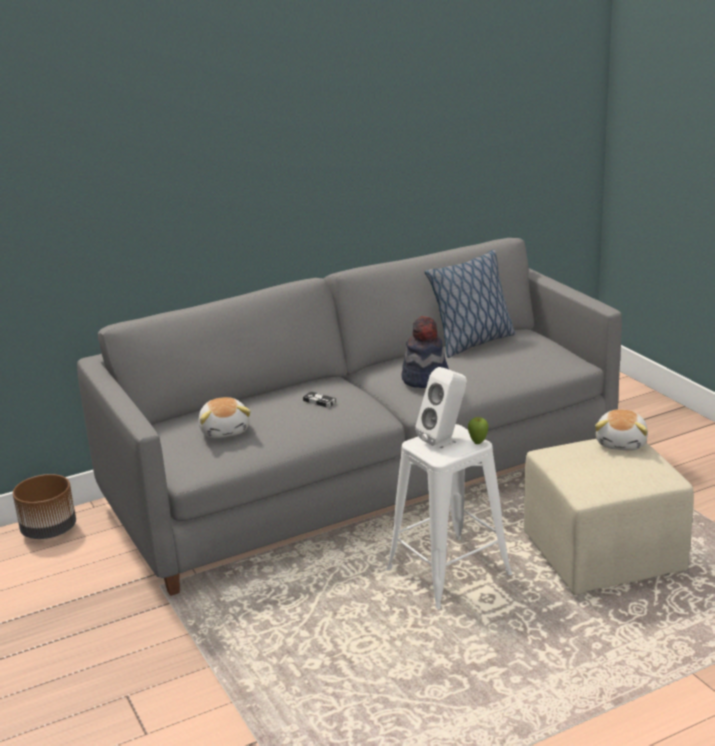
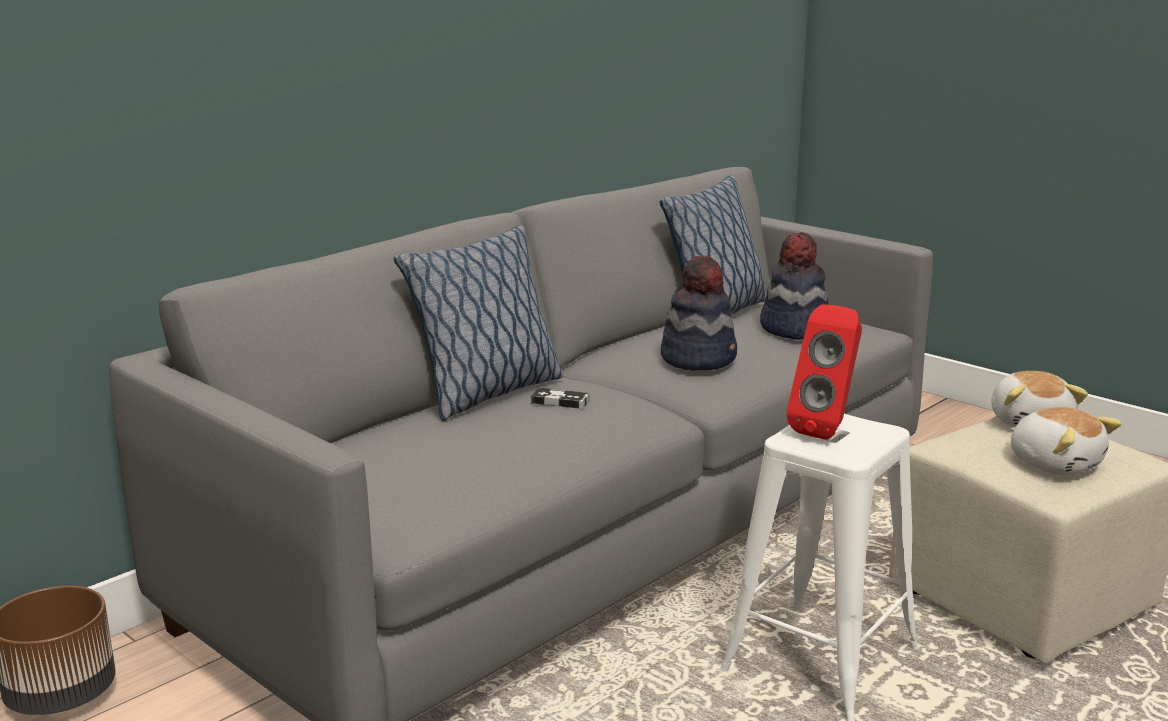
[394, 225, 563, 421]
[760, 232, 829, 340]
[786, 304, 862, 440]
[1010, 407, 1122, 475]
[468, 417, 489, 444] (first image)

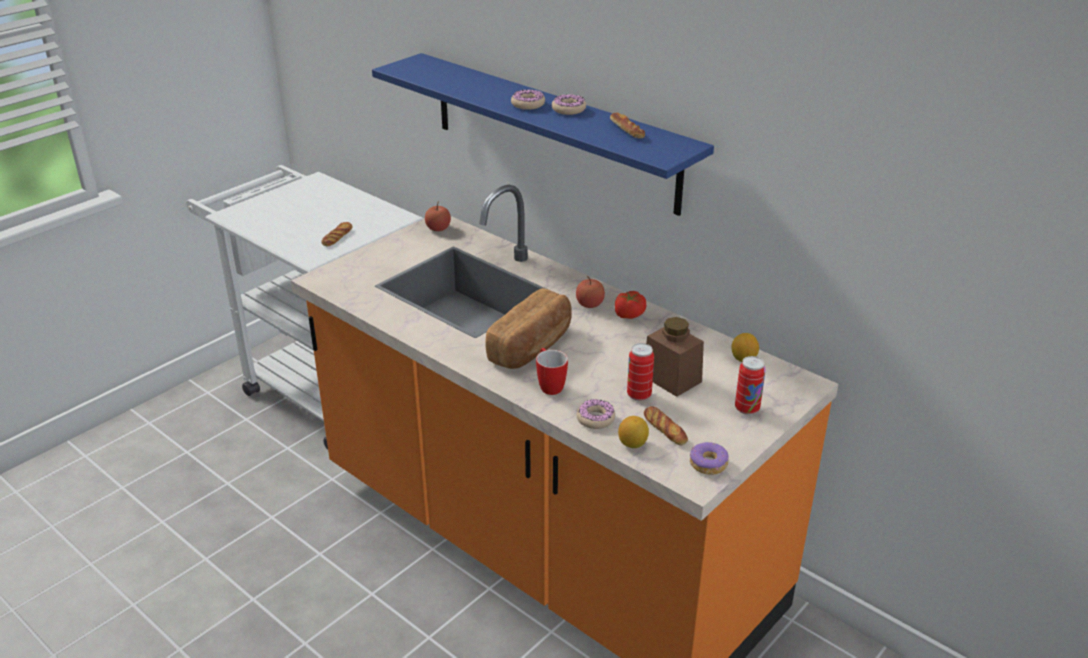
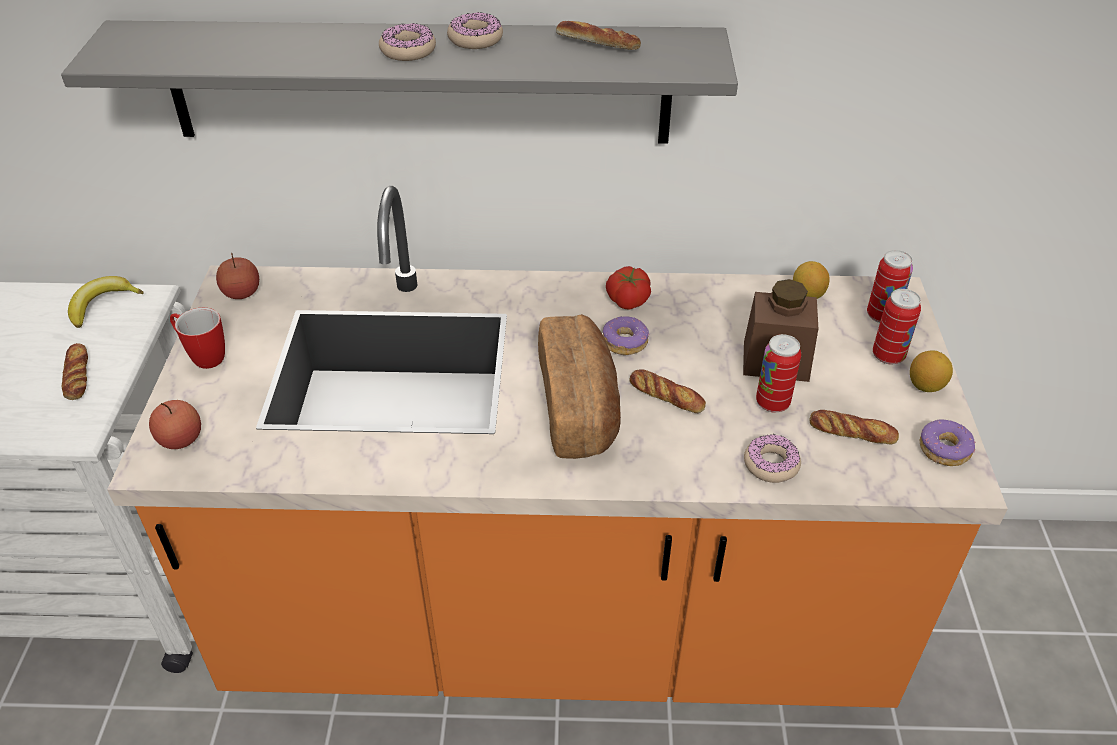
[61, 20, 738, 144]
[68, 276, 144, 328]
[149, 400, 201, 449]
[170, 308, 225, 369]
[603, 316, 649, 355]
[629, 369, 706, 413]
[867, 250, 913, 323]
[910, 350, 953, 392]

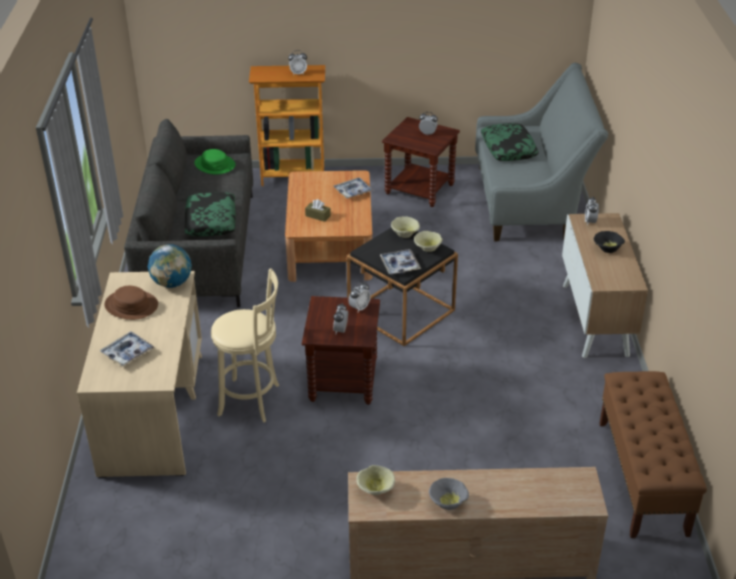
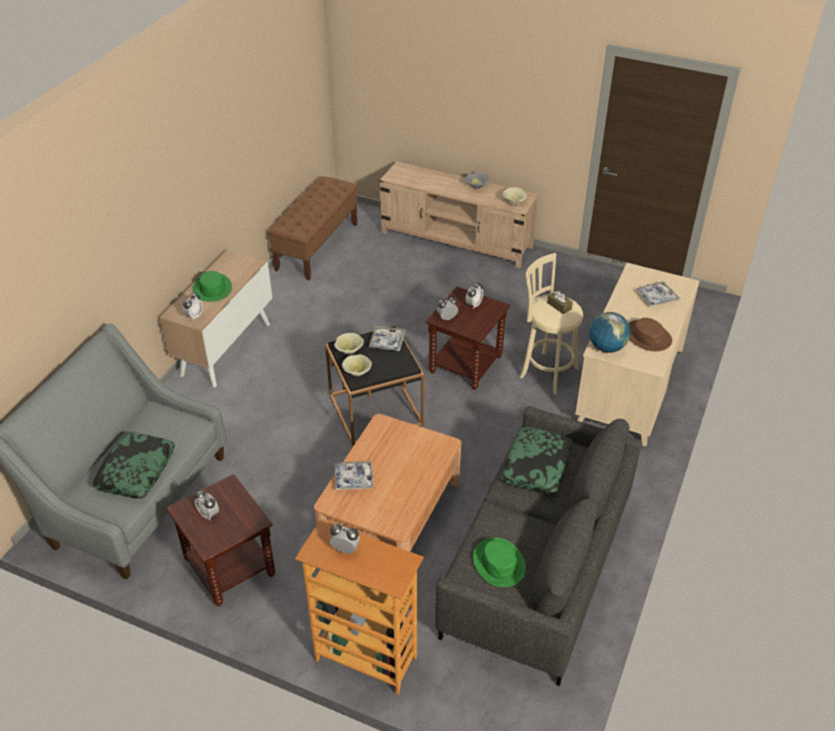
[193, 271, 232, 302]
[547, 291, 573, 314]

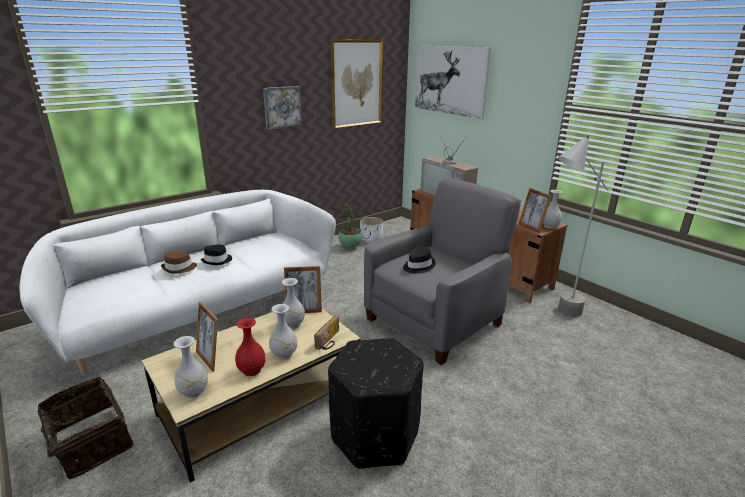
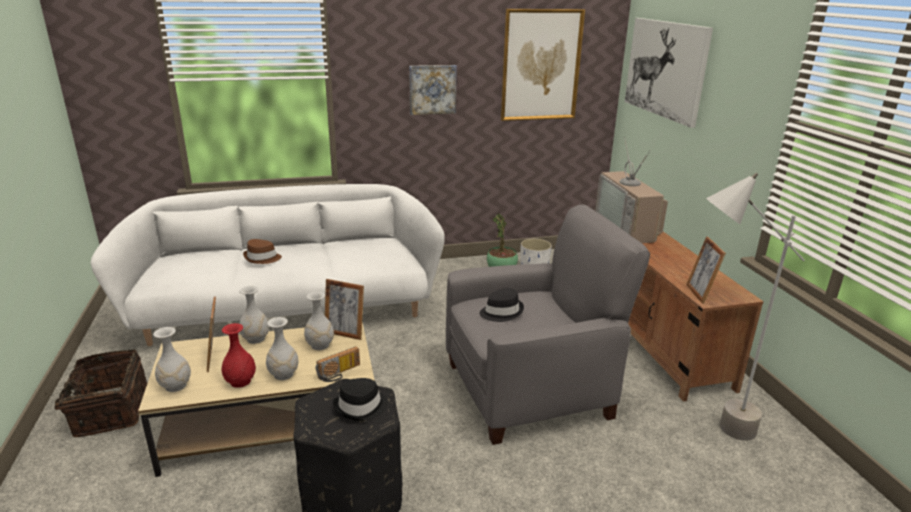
[239, 286, 269, 344]
[333, 378, 388, 421]

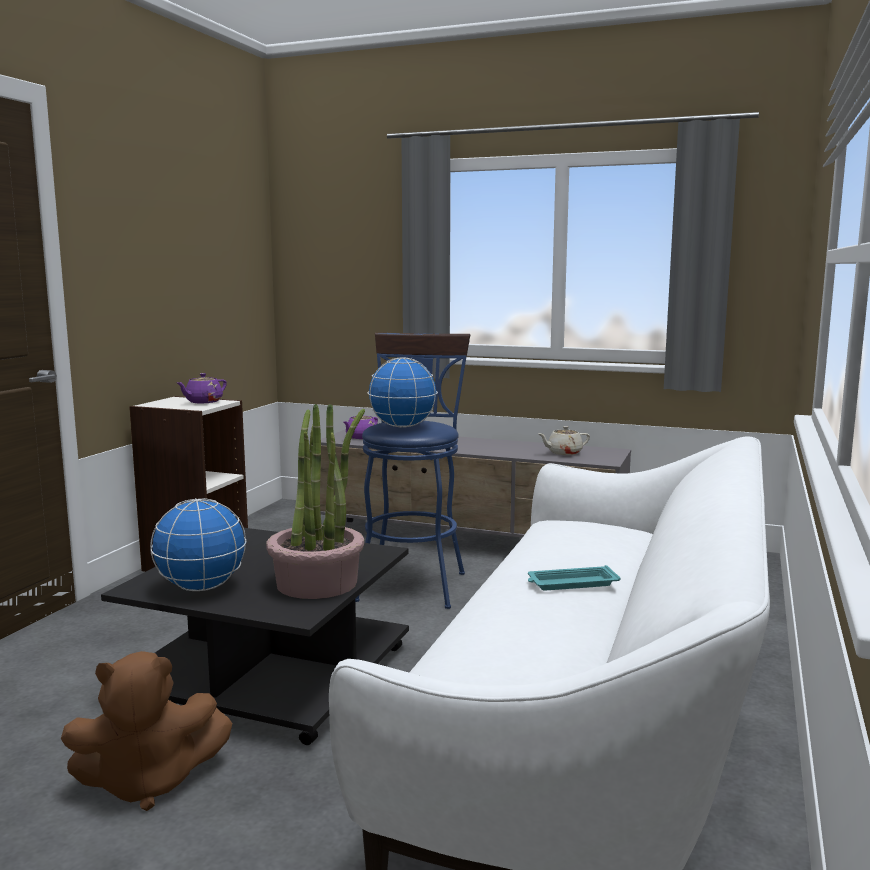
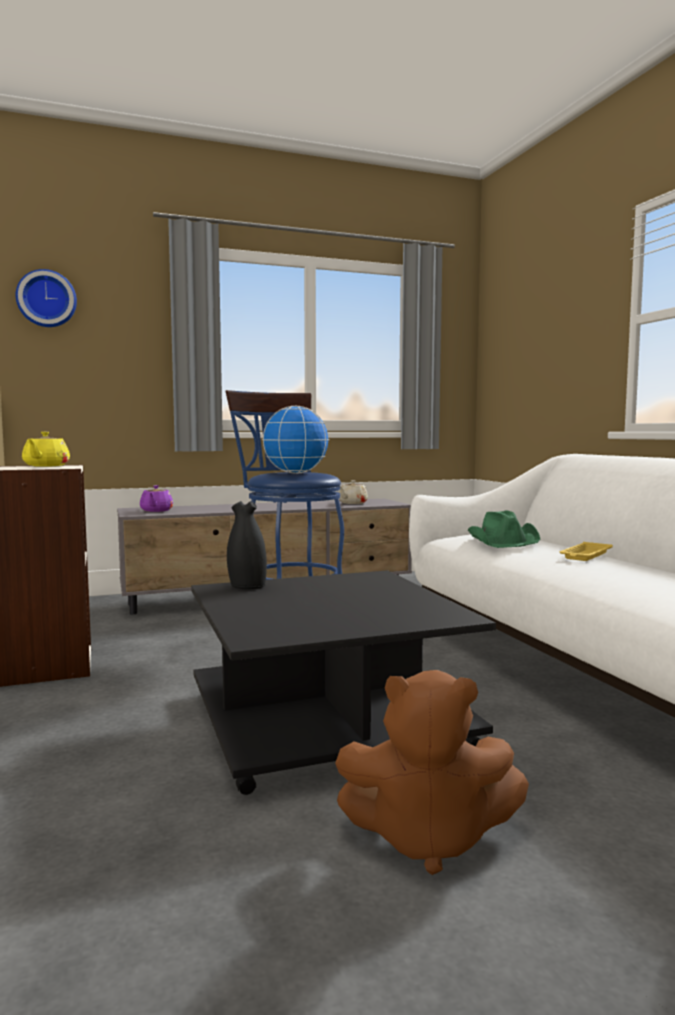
[16, 269, 77, 327]
[22, 431, 70, 467]
[227, 501, 267, 589]
[335, 670, 529, 875]
[468, 510, 540, 548]
[559, 542, 613, 561]
[150, 498, 246, 591] (first image)
[266, 404, 365, 599] (first image)

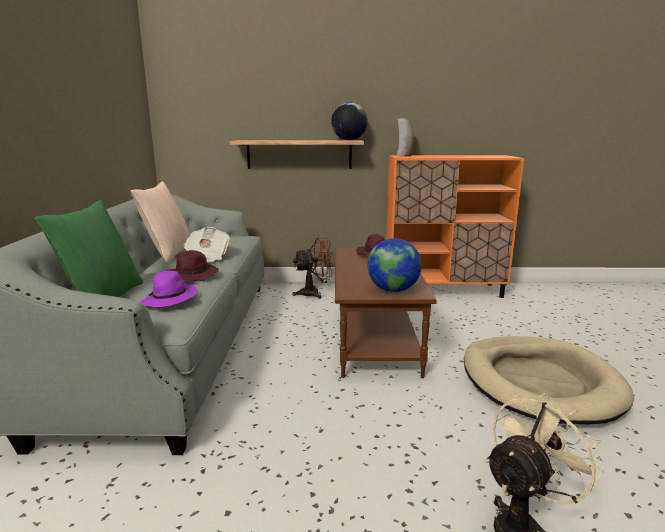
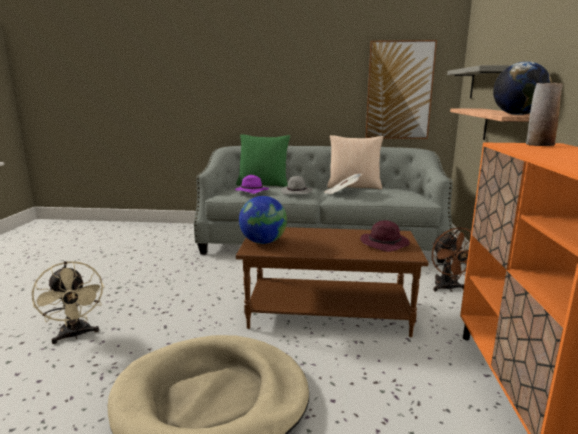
[281, 176, 313, 195]
[365, 40, 437, 139]
[447, 65, 509, 99]

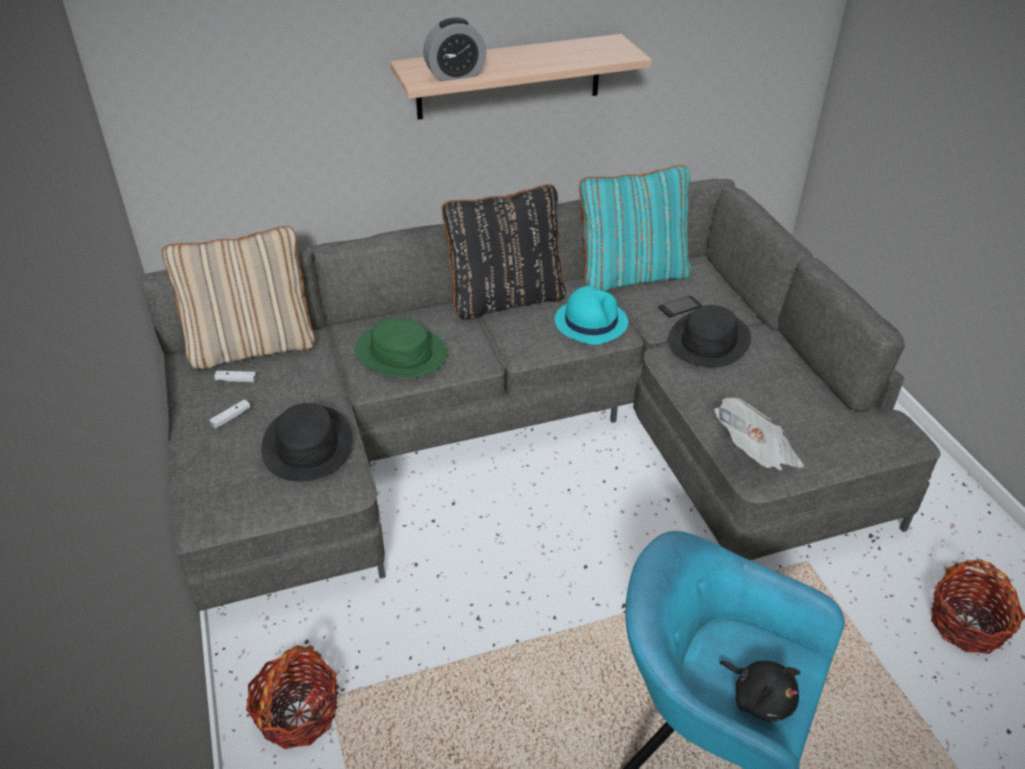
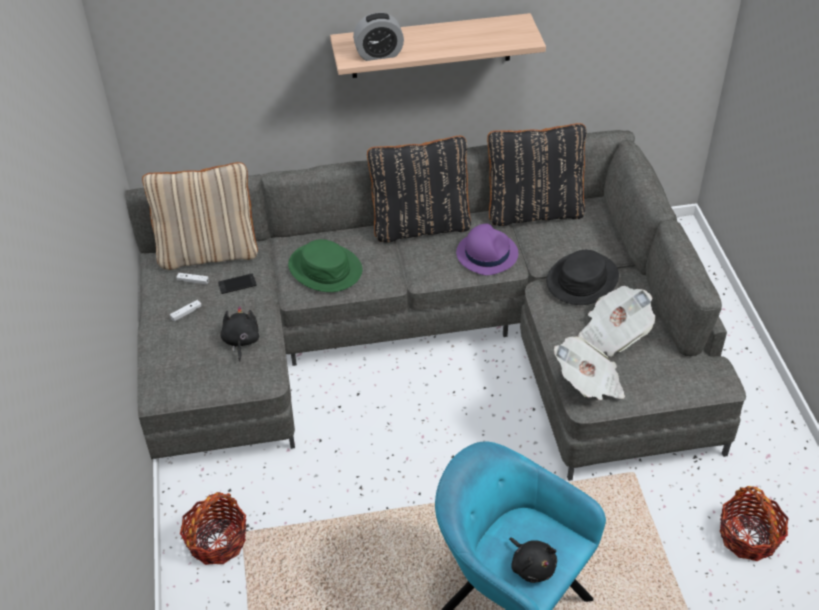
[218, 274, 256, 294]
[221, 306, 259, 362]
[456, 224, 518, 275]
[487, 123, 587, 226]
[578, 286, 655, 356]

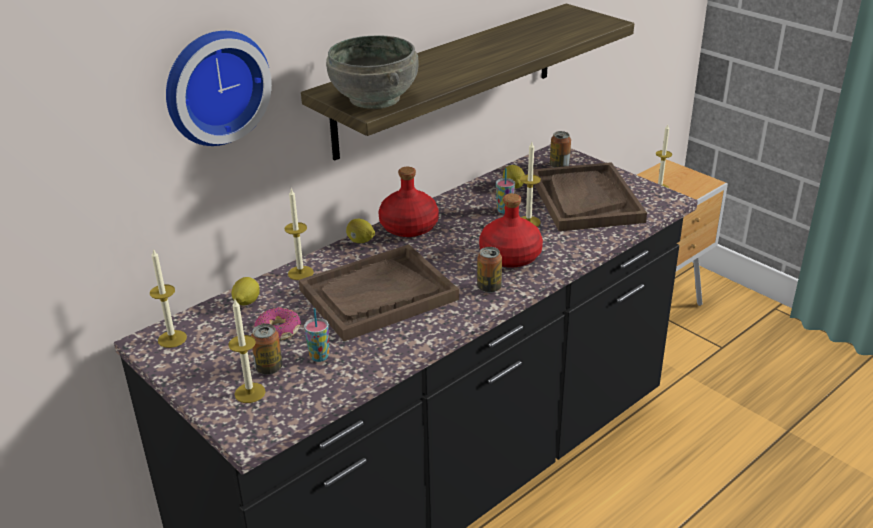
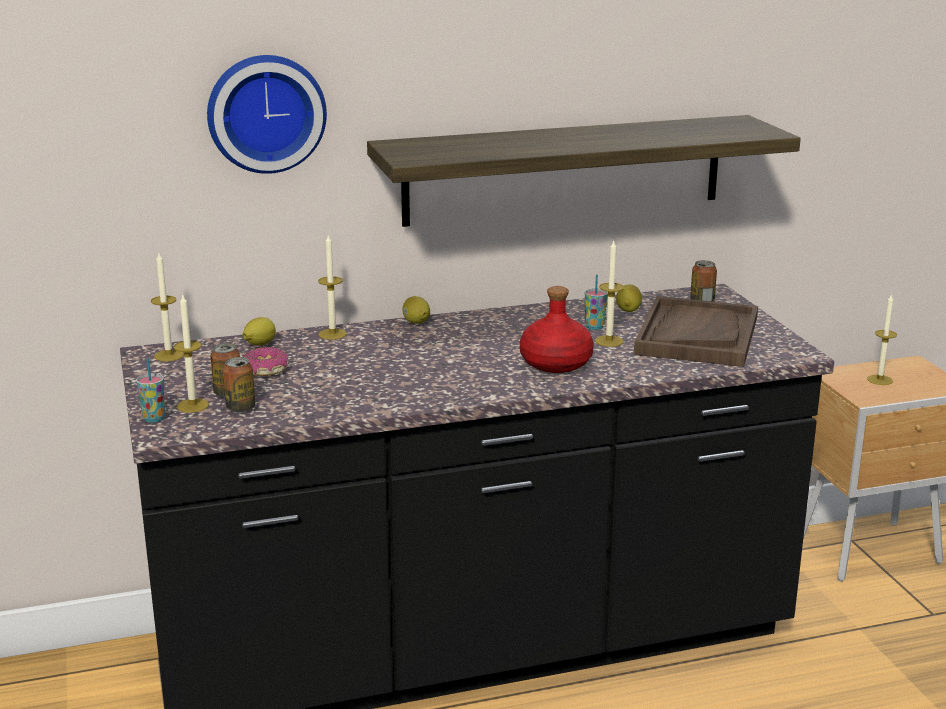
[136, 358, 165, 423]
[223, 357, 256, 413]
[299, 244, 459, 341] (first image)
[326, 36, 419, 109] (first image)
[379, 167, 439, 237] (first image)

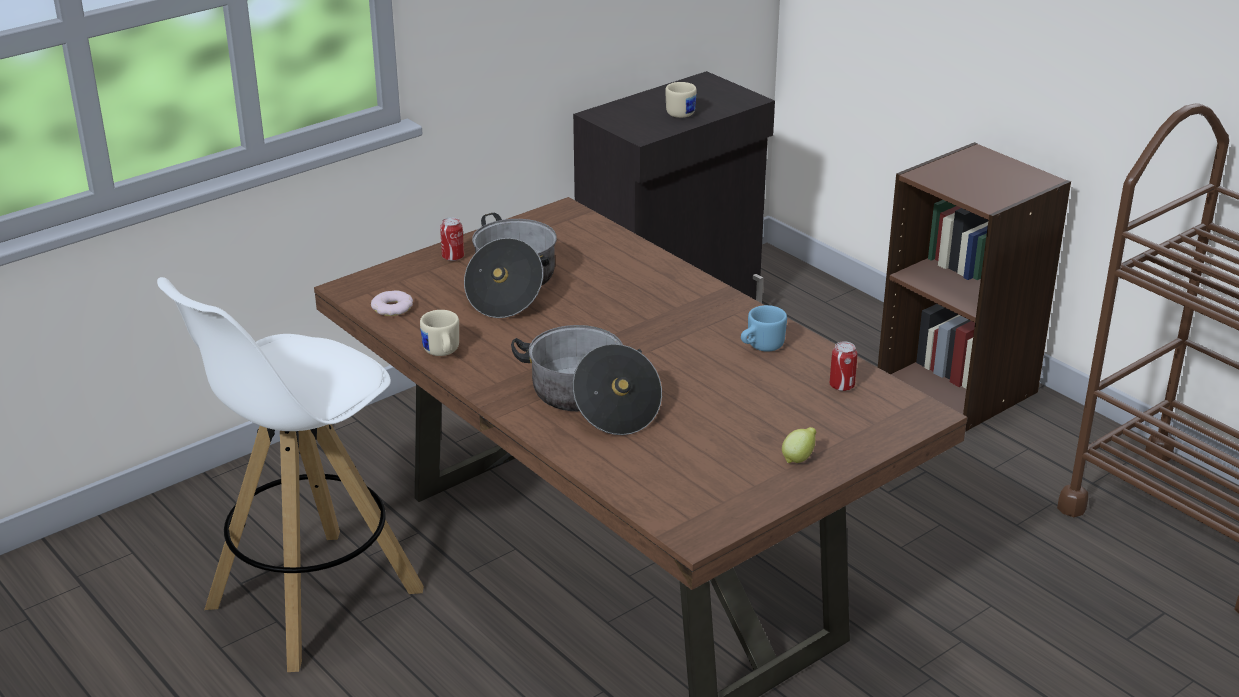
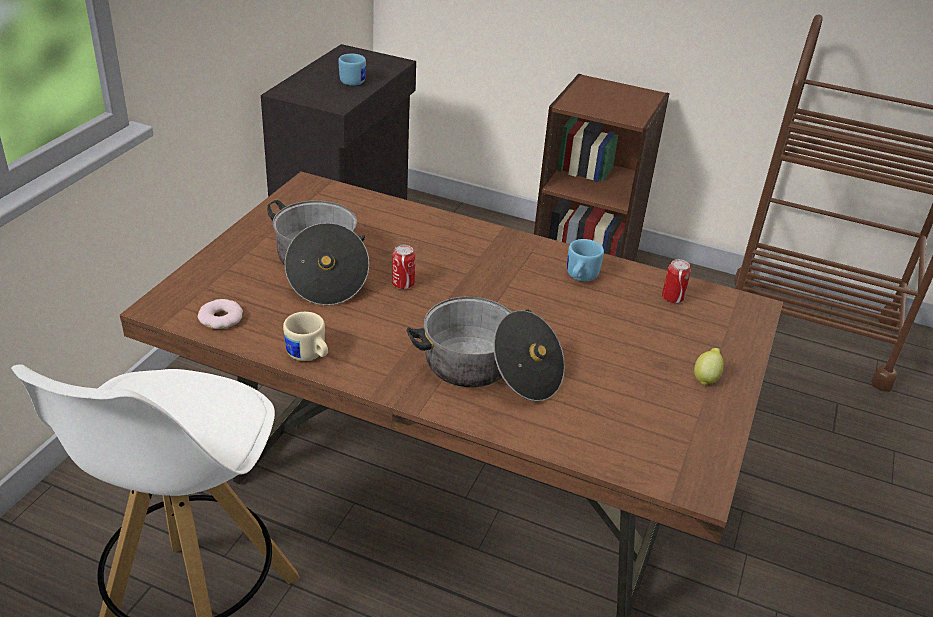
[338, 54, 366, 86]
[392, 245, 415, 289]

